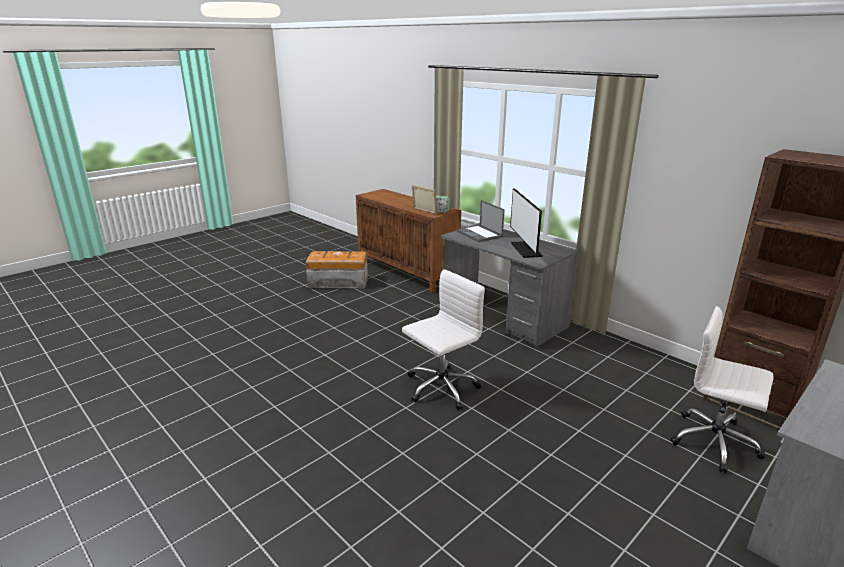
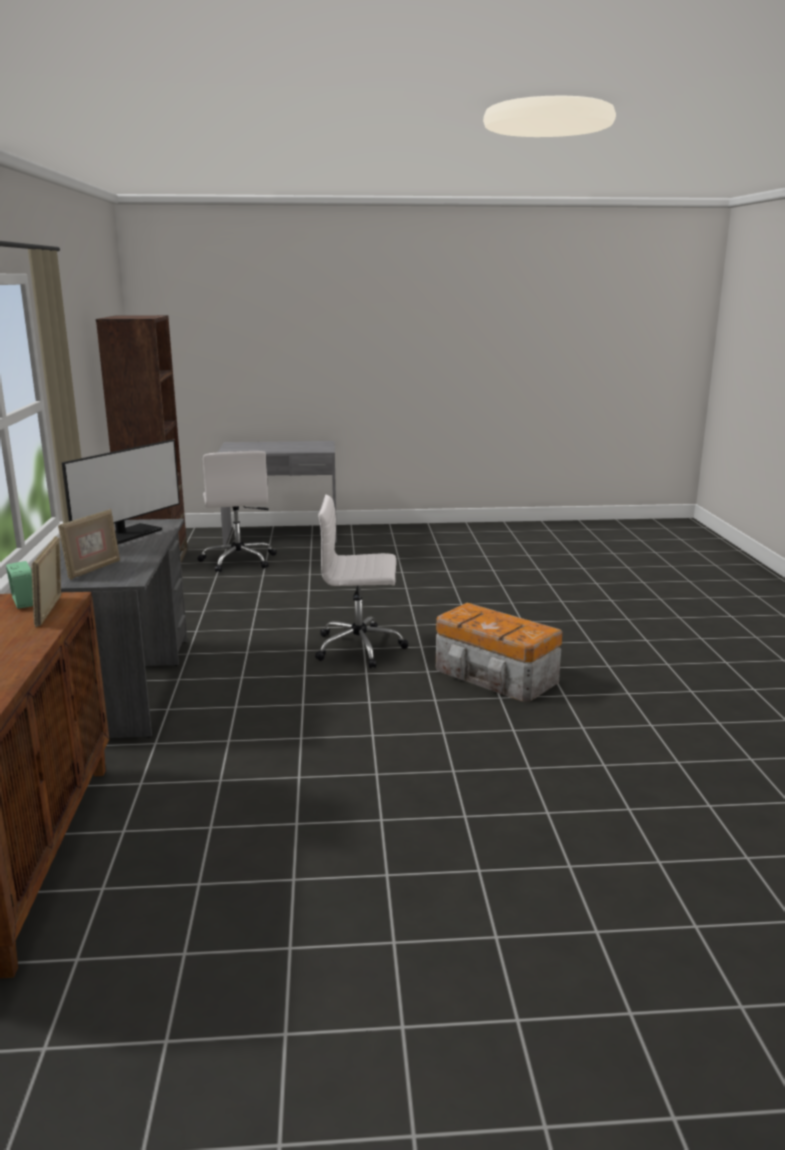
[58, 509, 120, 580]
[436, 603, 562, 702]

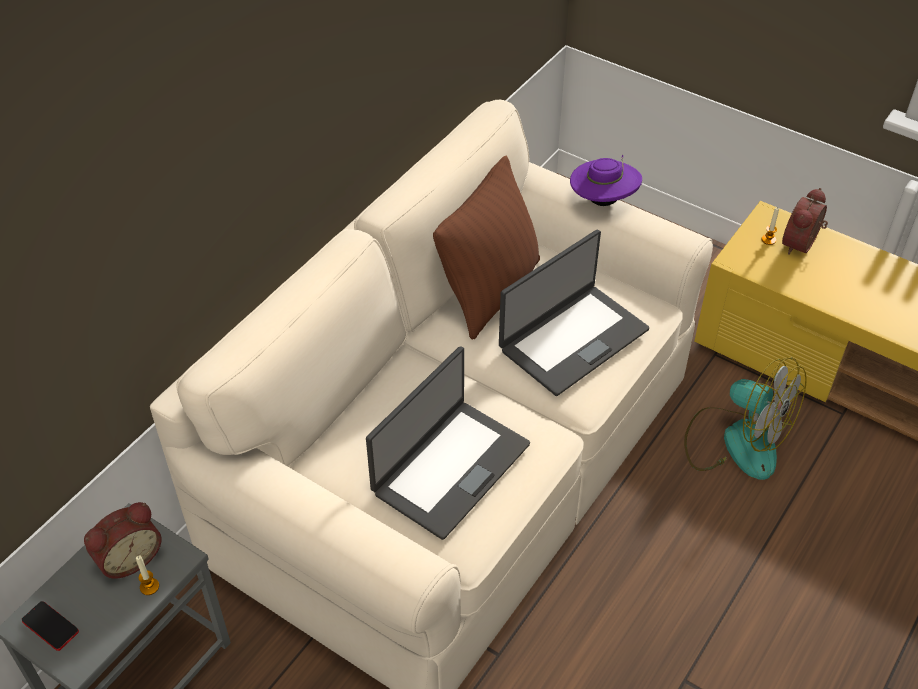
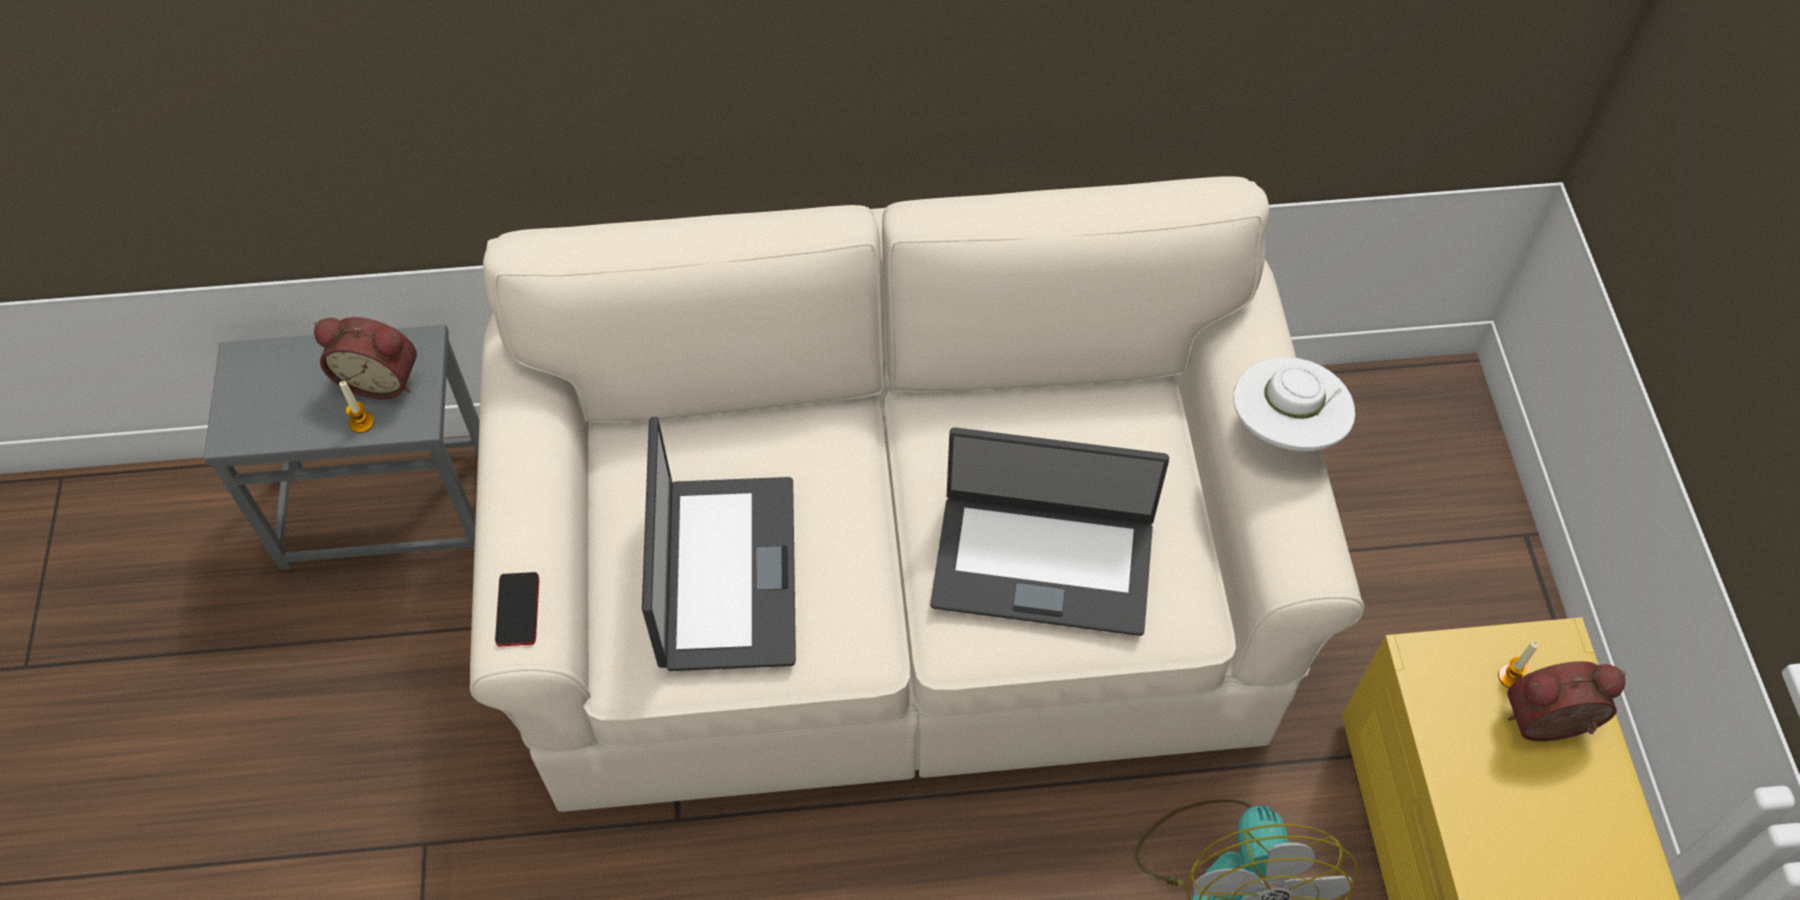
[495, 572, 539, 647]
[642, 417, 796, 671]
[1233, 357, 1355, 451]
[433, 156, 540, 340] (first image)

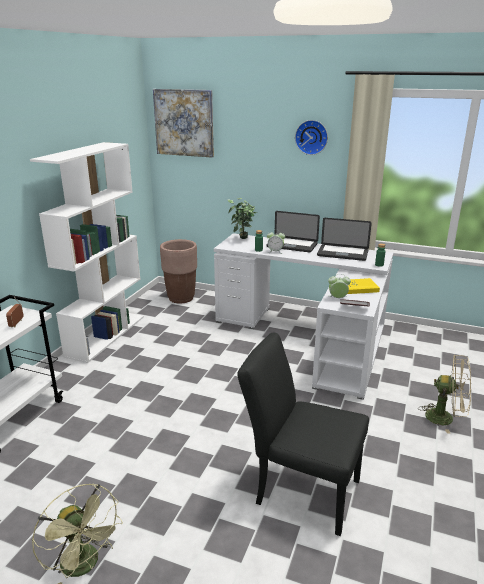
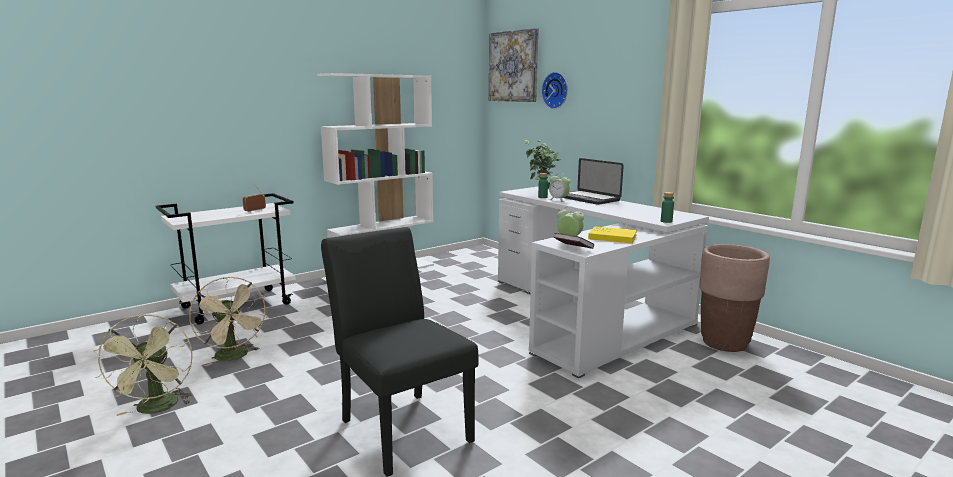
[189, 277, 268, 367]
[541, 72, 568, 109]
[700, 244, 770, 352]
[317, 218, 372, 261] (first image)

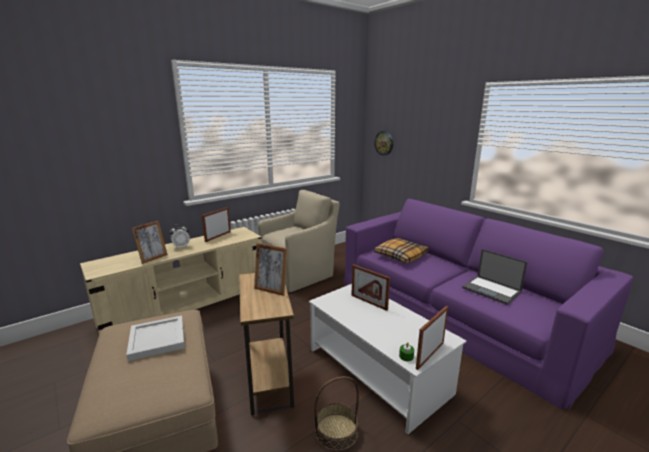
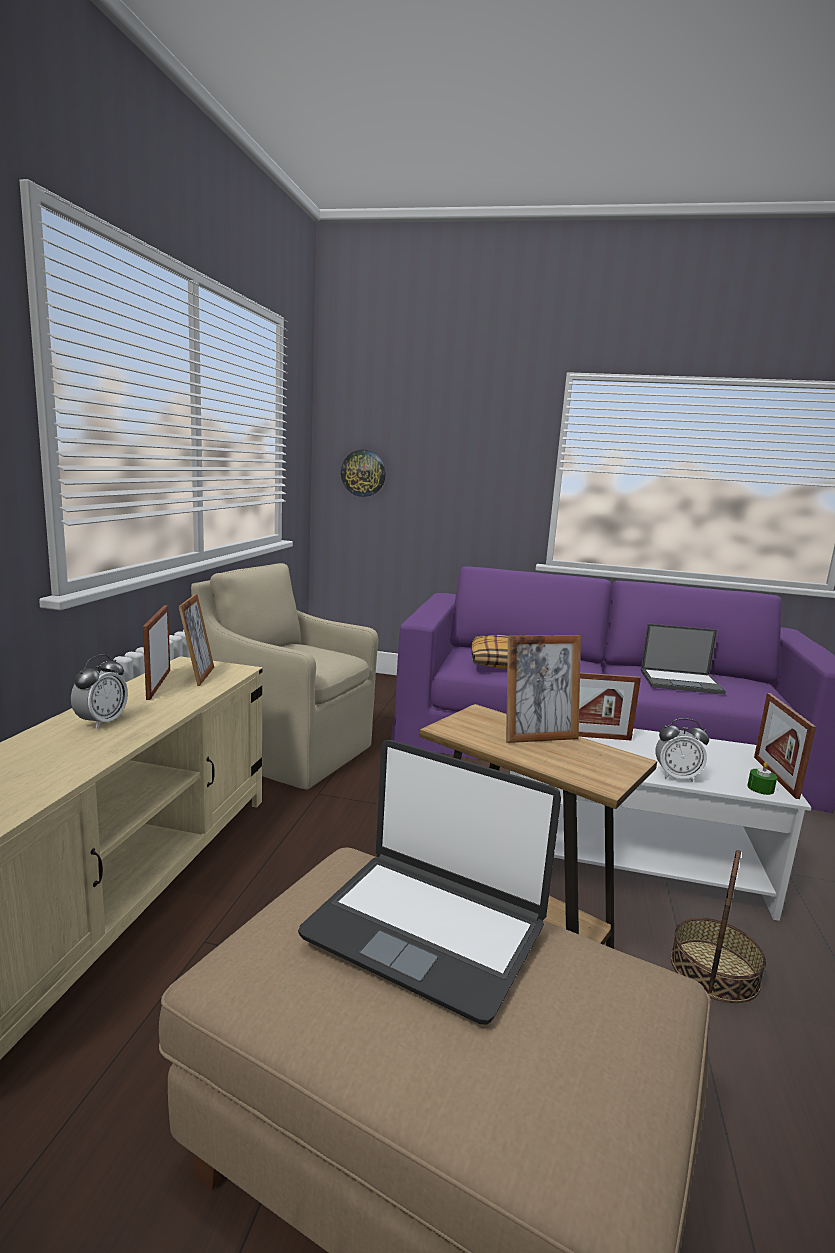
[178, 594, 214, 686]
[191, 563, 378, 790]
[298, 740, 561, 1025]
[656, 718, 709, 782]

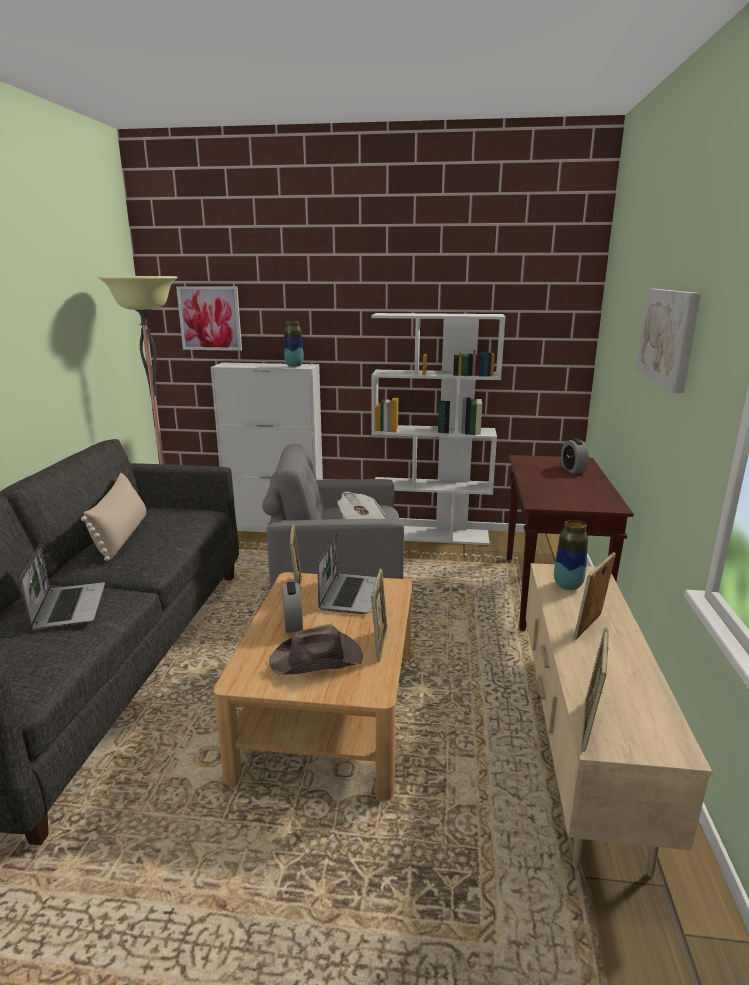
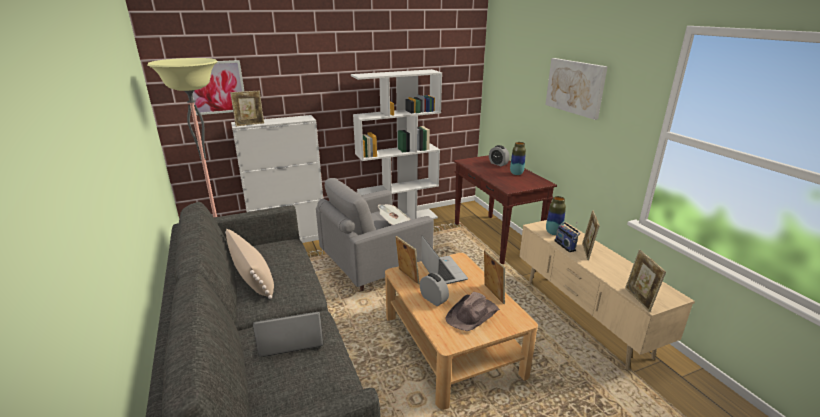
[230, 91, 264, 126]
[253, 312, 324, 357]
[510, 142, 526, 175]
[554, 222, 581, 252]

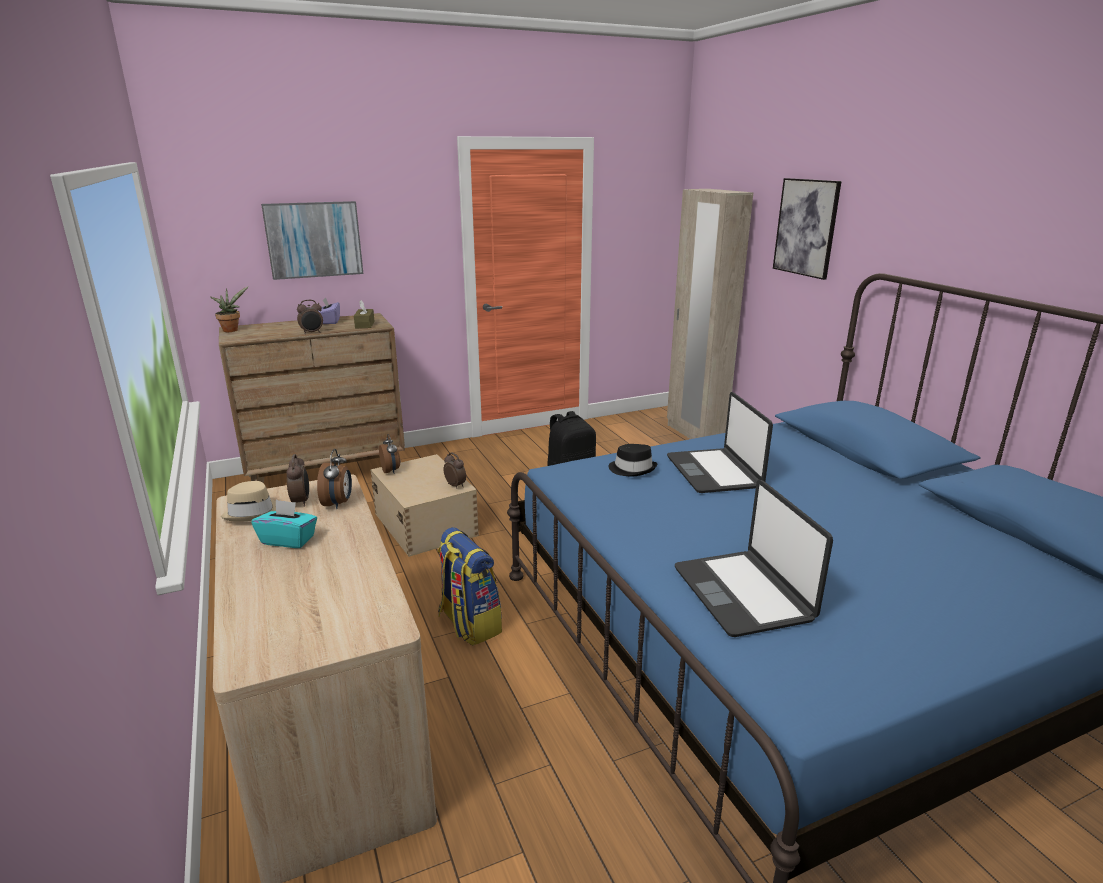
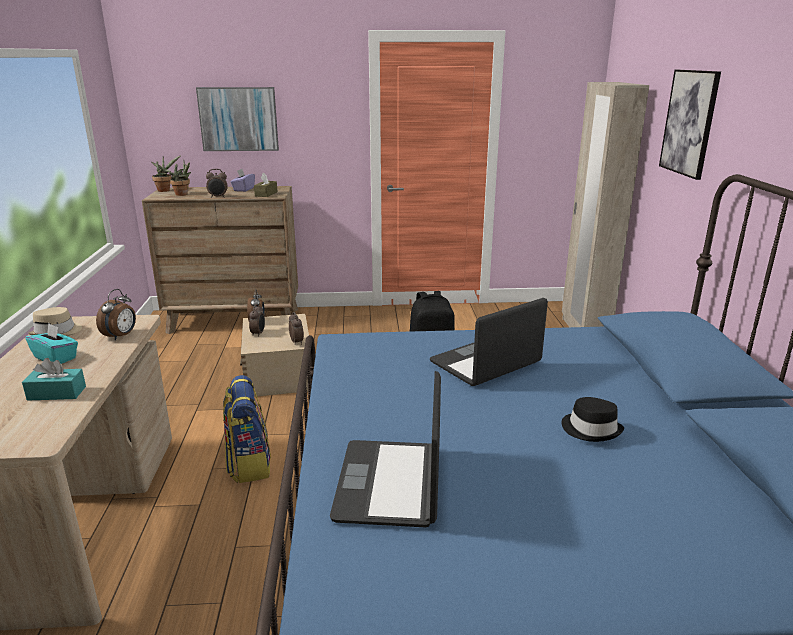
[22, 358, 86, 401]
[169, 161, 191, 196]
[249, 304, 265, 337]
[430, 298, 548, 386]
[562, 397, 624, 442]

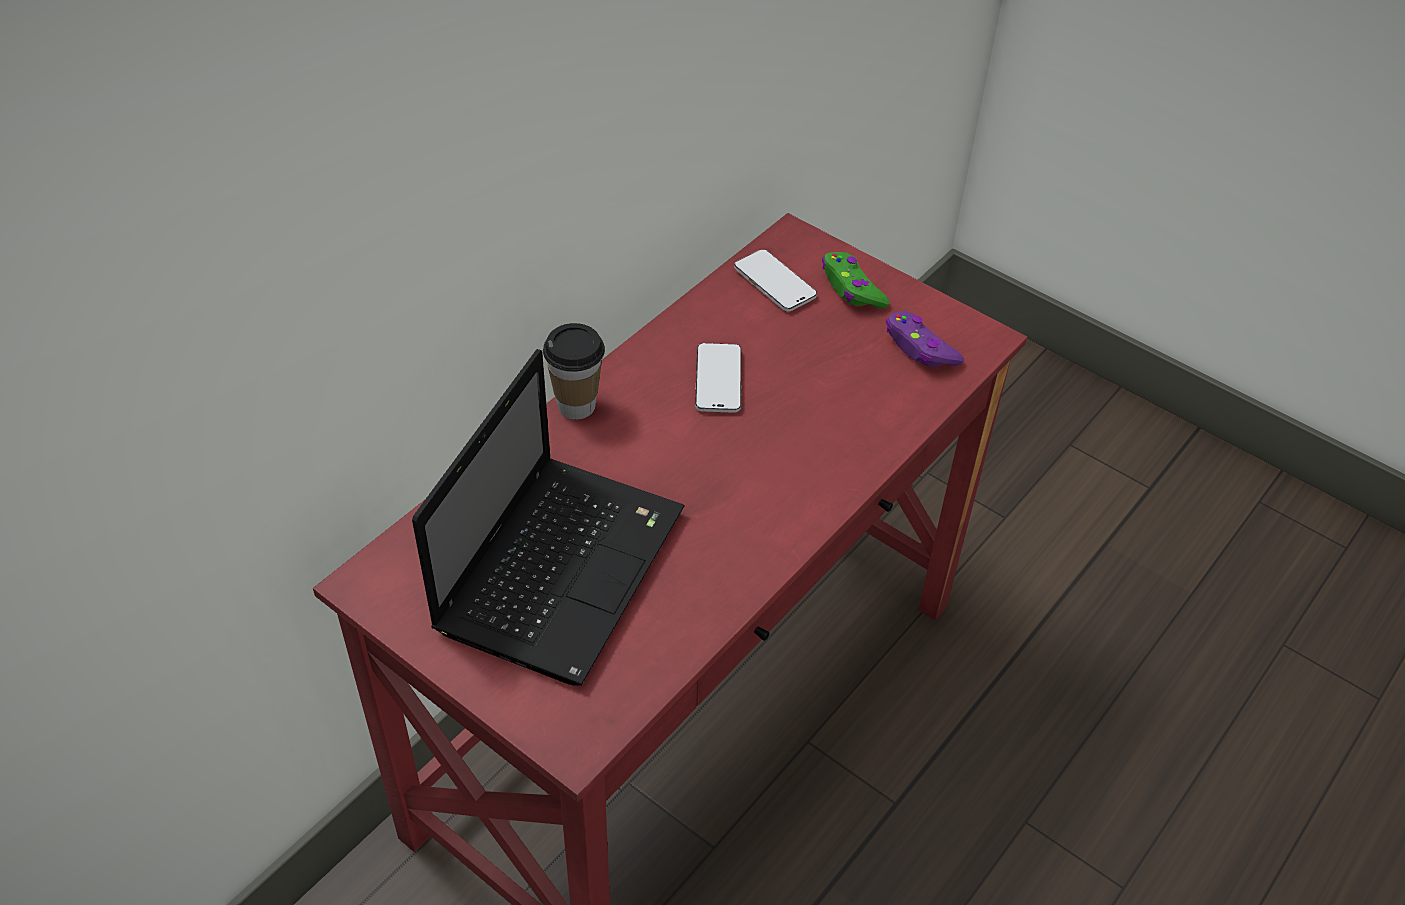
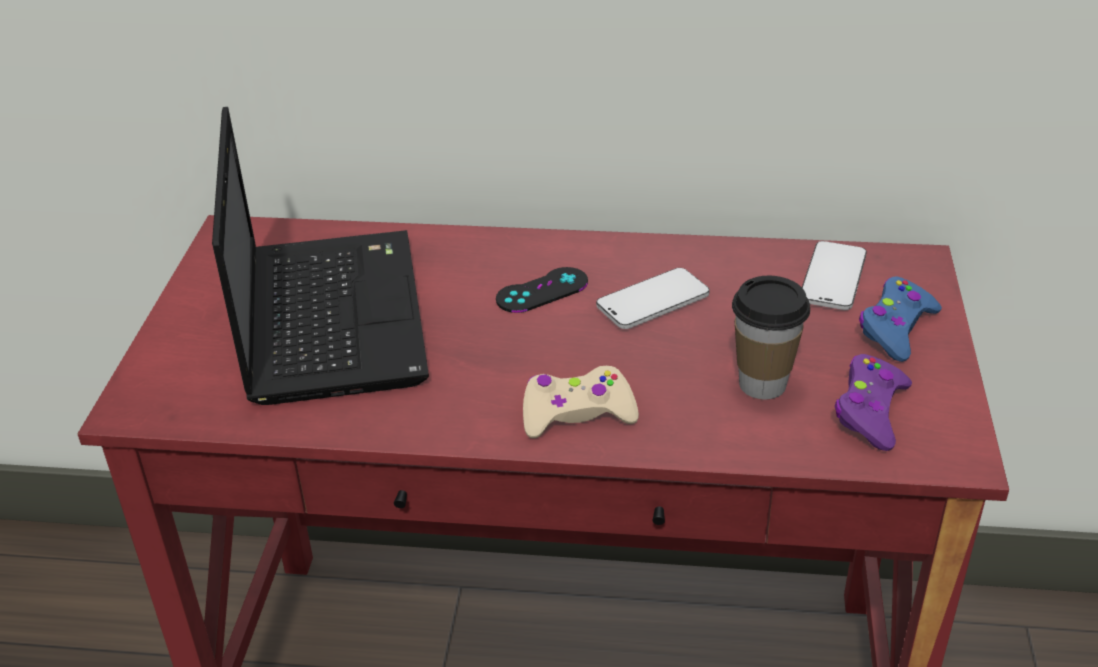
[212, 107, 429, 405]
[496, 267, 588, 313]
[523, 366, 639, 438]
[732, 275, 810, 400]
[859, 276, 942, 362]

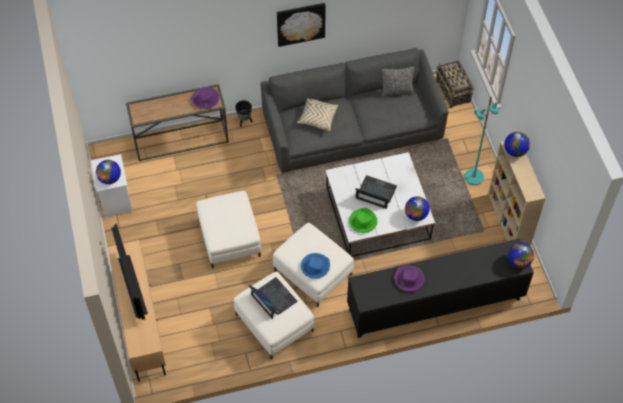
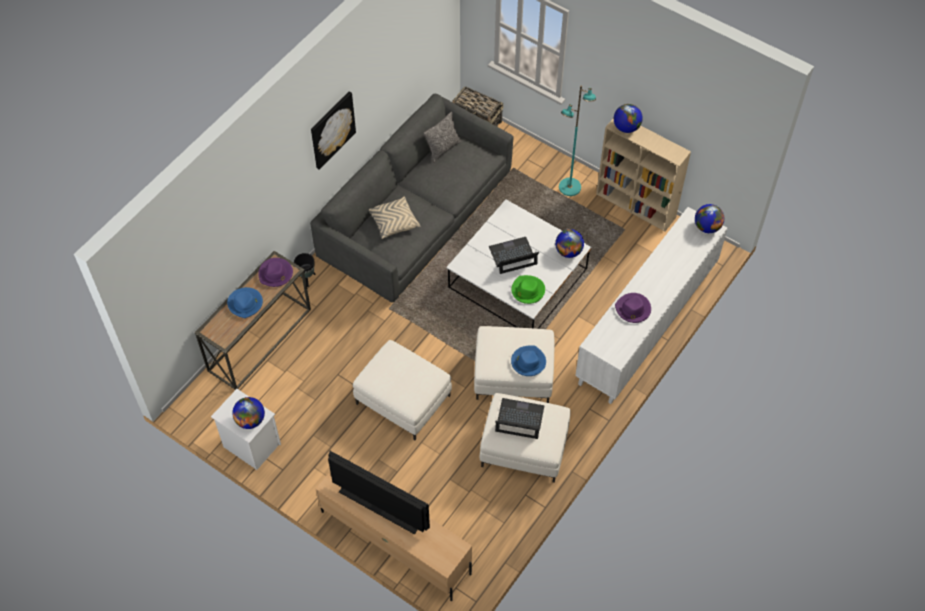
[227, 287, 263, 318]
[575, 207, 727, 404]

